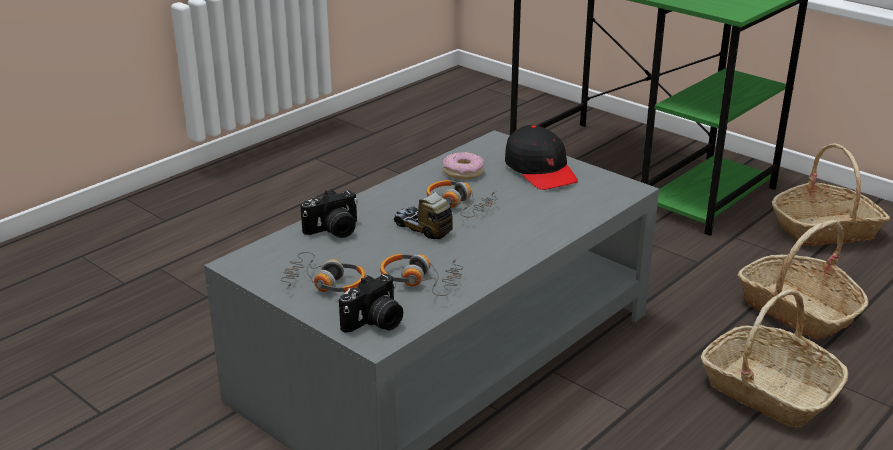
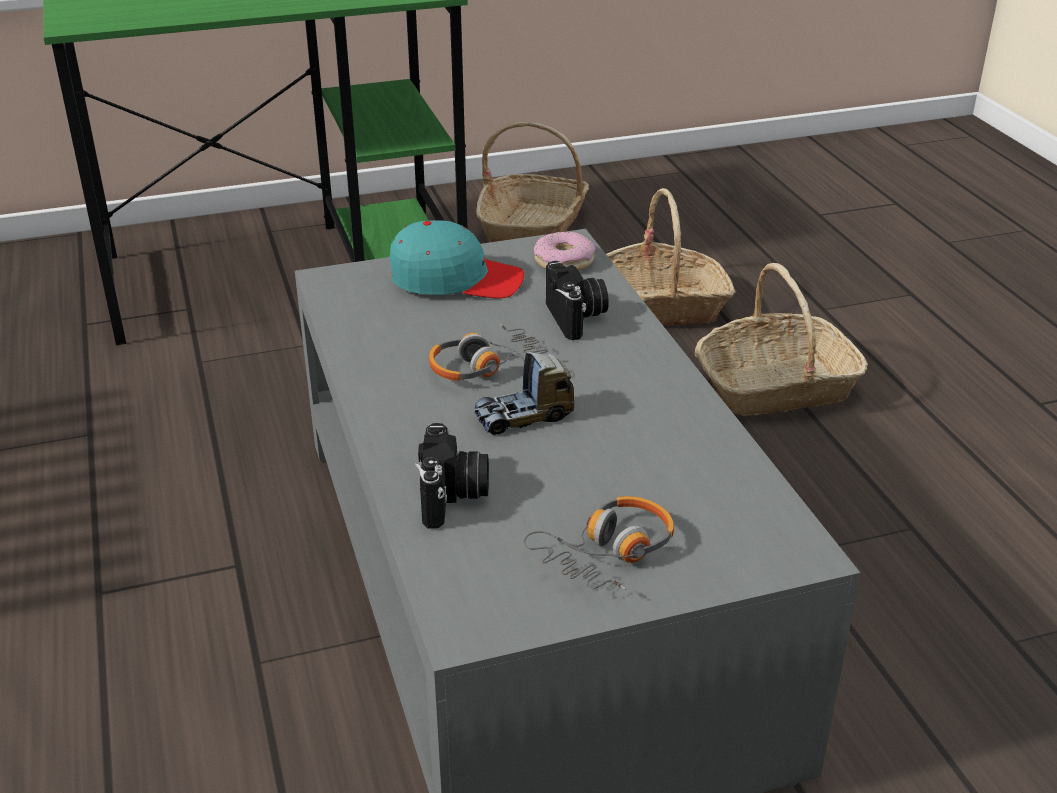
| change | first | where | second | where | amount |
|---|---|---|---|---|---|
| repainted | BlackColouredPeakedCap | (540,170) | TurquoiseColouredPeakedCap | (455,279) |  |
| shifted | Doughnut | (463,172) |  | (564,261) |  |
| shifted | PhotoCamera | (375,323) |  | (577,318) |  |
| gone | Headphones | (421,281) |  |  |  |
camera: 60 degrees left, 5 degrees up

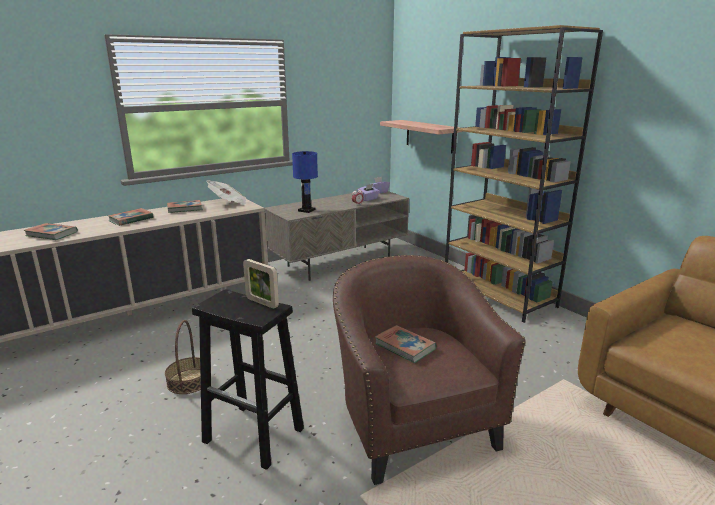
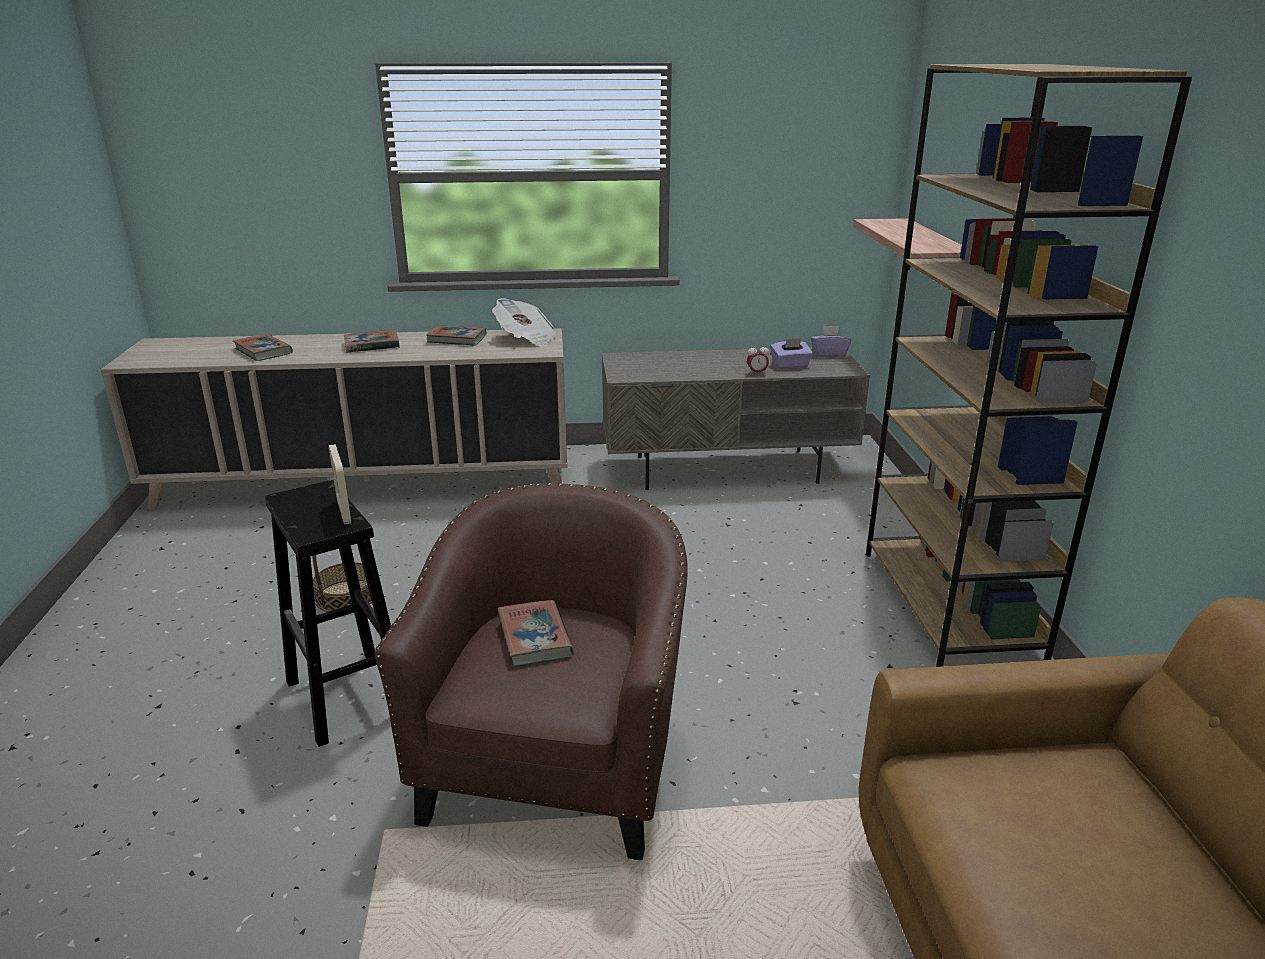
| change | first | where | second | where | amount |
|---|---|---|---|---|---|
| gone | BluishTableLamp | (306,210) |  |  |  |
camera: 30 degrees right, 5 degrees up

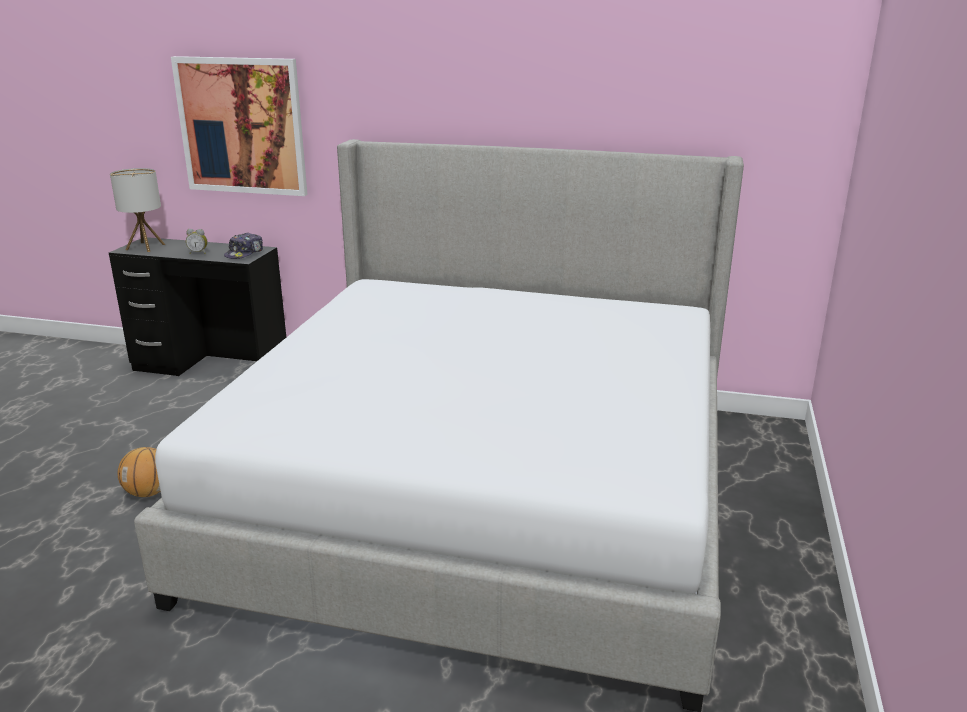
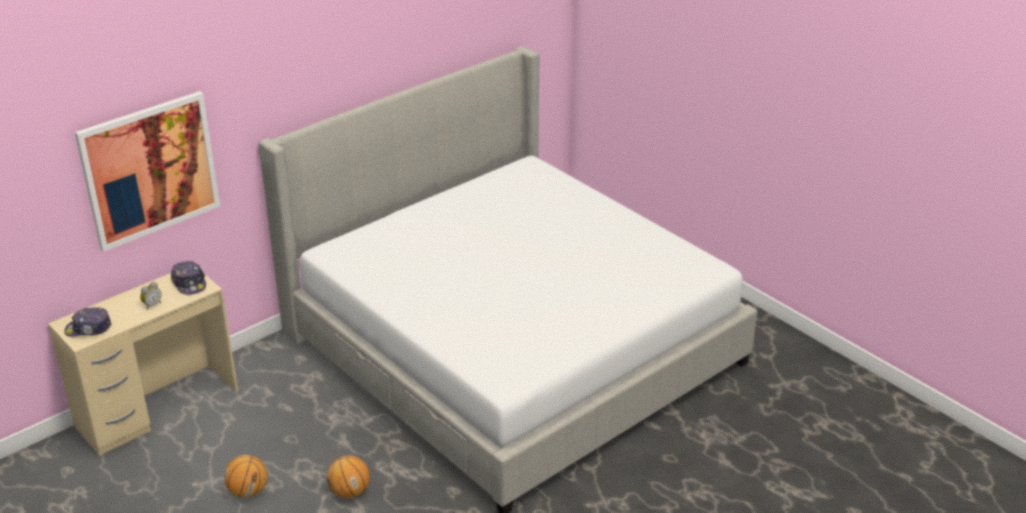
| change | first | where | second | where | amount |
|---|---|---|---|---|---|
| repainted | BlackColouredDeskTable | (211,367) | BeigeColouredDeskTable | (157,408) |  |
| swapped | TableLamp | (145,247) | PeakedCap | (88,329) |  |
| new |  |  | BasketballBall | (248,491) |  |
camera: 55 degrees left, 10 degrees up

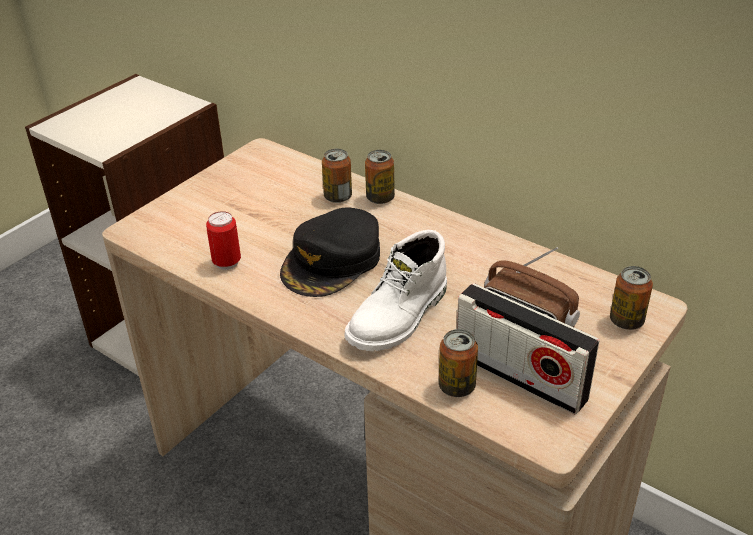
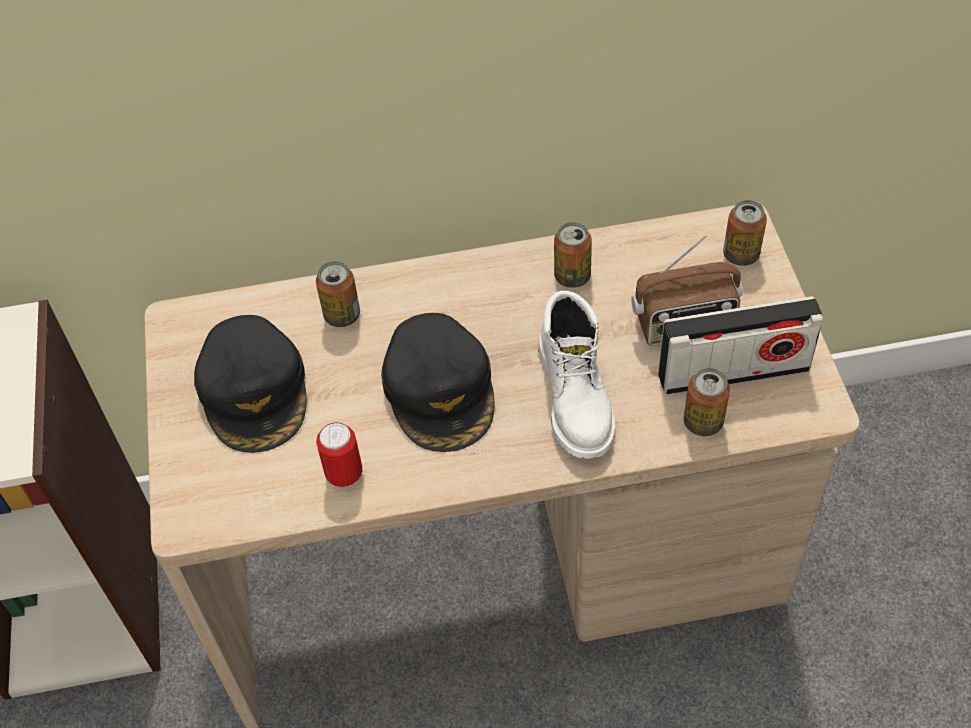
| change | first | where | second | where | amount |
|---|---|---|---|---|---|
| new |  |  | BlackColouredPeakedCap | (255,391) |  |
| shifted | SealedCan | (380,198) |  | (572,276) |  |
camera: 45 degrees left, 15 degrees up

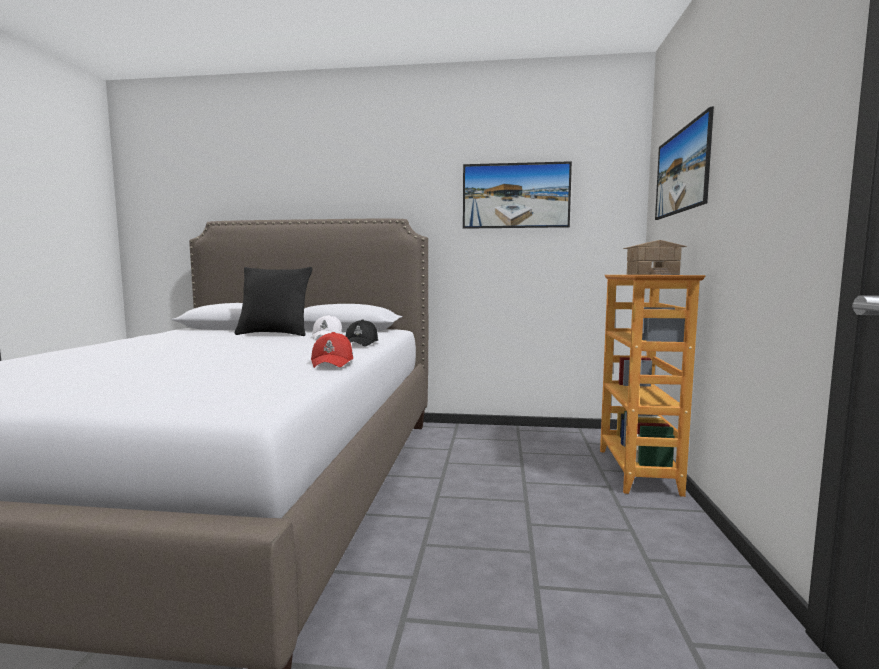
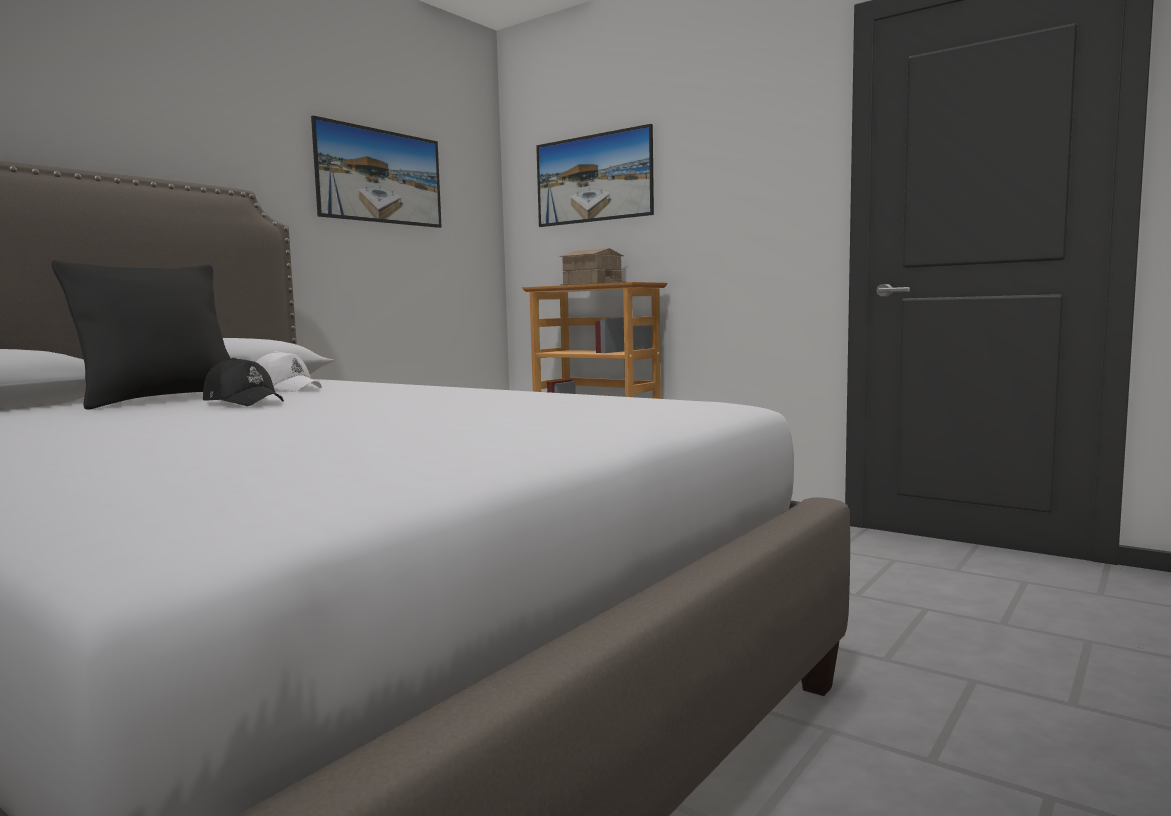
| change | first | where | second | where | amount |
|---|---|---|---|---|---|
| shifted | BlackColouredPeakedCap | (362,343) |  | (244,402) |  |
| gone | ReddishPeakedCap | (333,362) |  |  |  |
camera: 60 degrees left, 0 degrees up

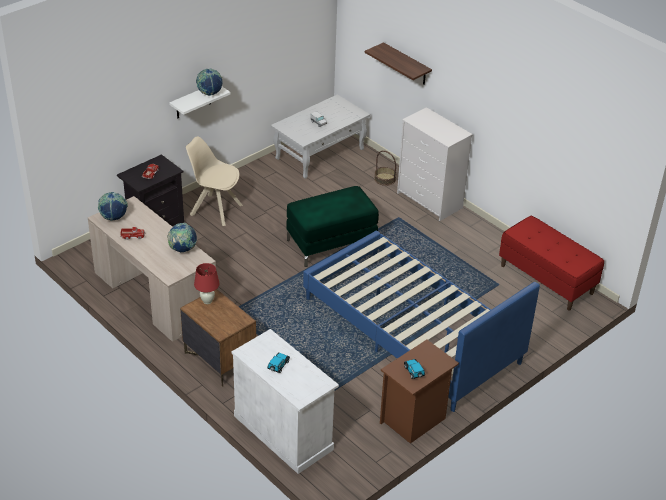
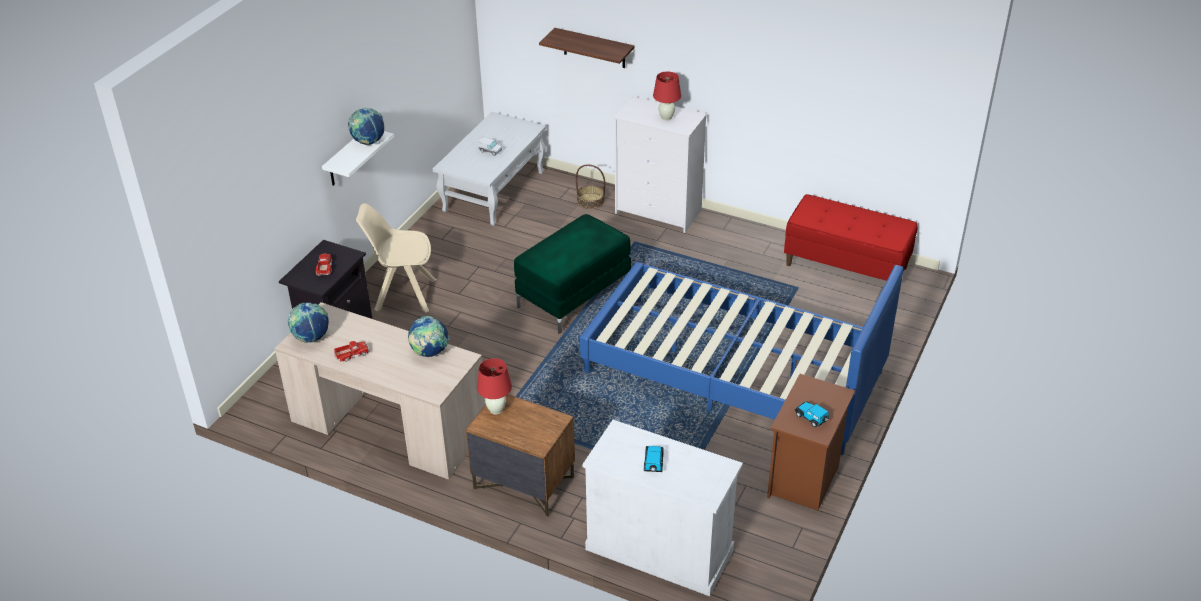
| change | first | where | second | where | amount |
|---|---|---|---|---|---|
| new |  |  | ReddishTableLamp | (666,118) |  |
camera: 20 degrees left, 0 degrees up

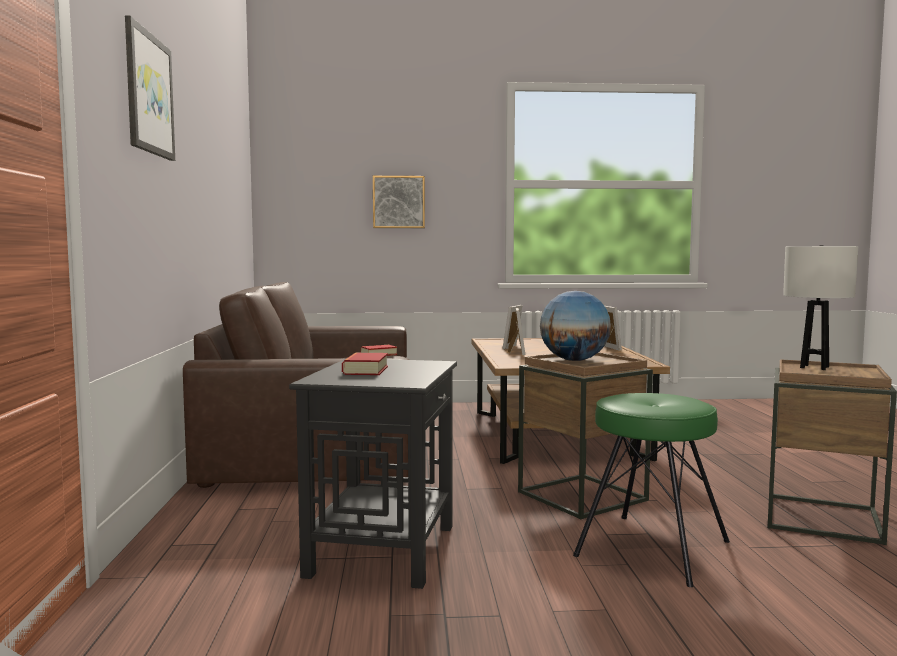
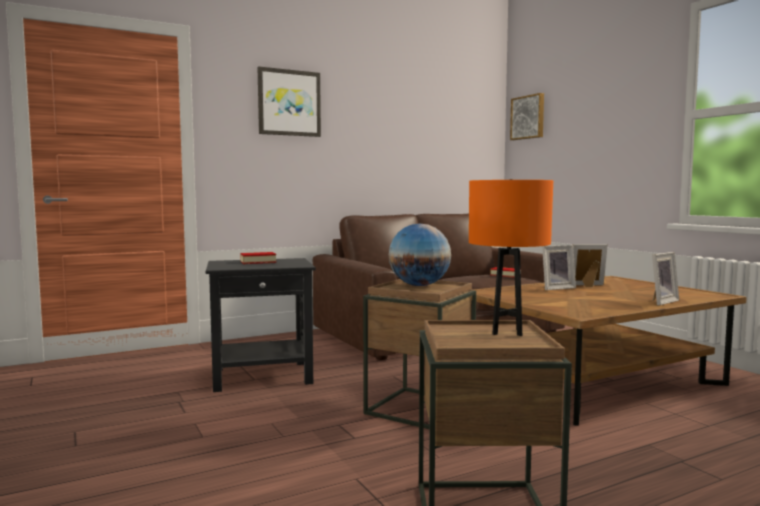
| change | first | where | second | where | amount |
|---|---|---|---|---|---|
| repainted | WhiteTableLamp | (815,367) | OrangeColouredTableLamp | (507,332) |  |
| shifted | Picture | (398,202) |  | (528,117) |  |
| gone | GreenStool | (651,548) |  |  |  |
camera: 65 degrees right, 0 degrees up

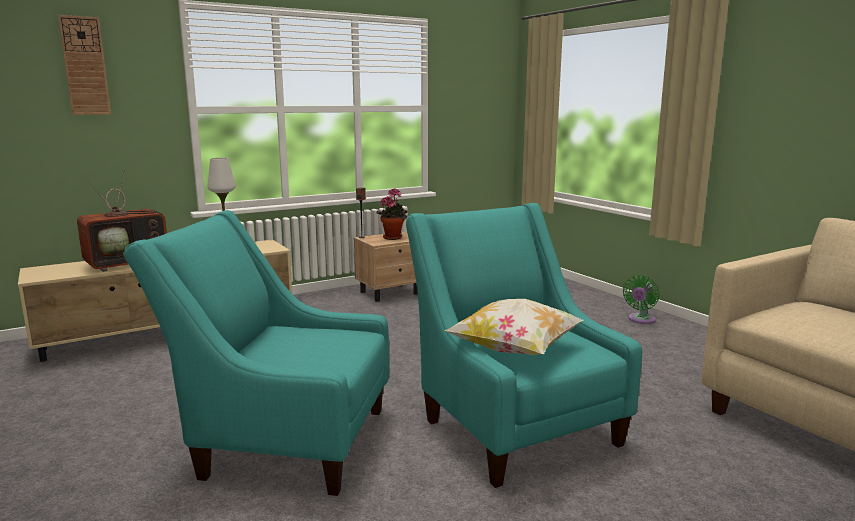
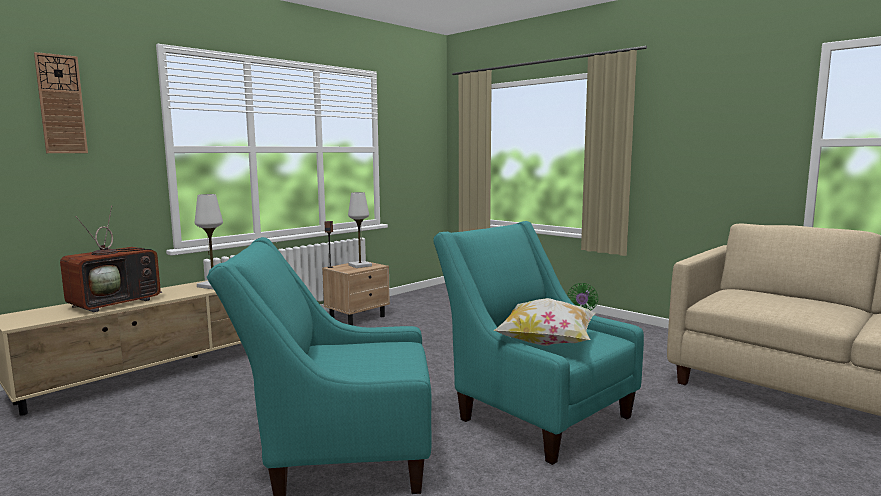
| change | first | where | second | where | amount |
|---|---|---|---|---|---|
| swapped | Houseplant | (393,237) | WhiteTableLamp | (360,265) |  |
camera: 15 degrees left, 5 degrees down

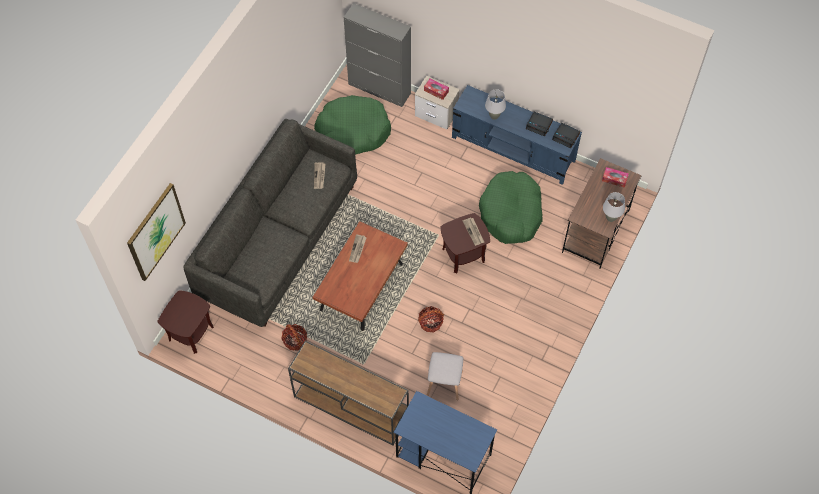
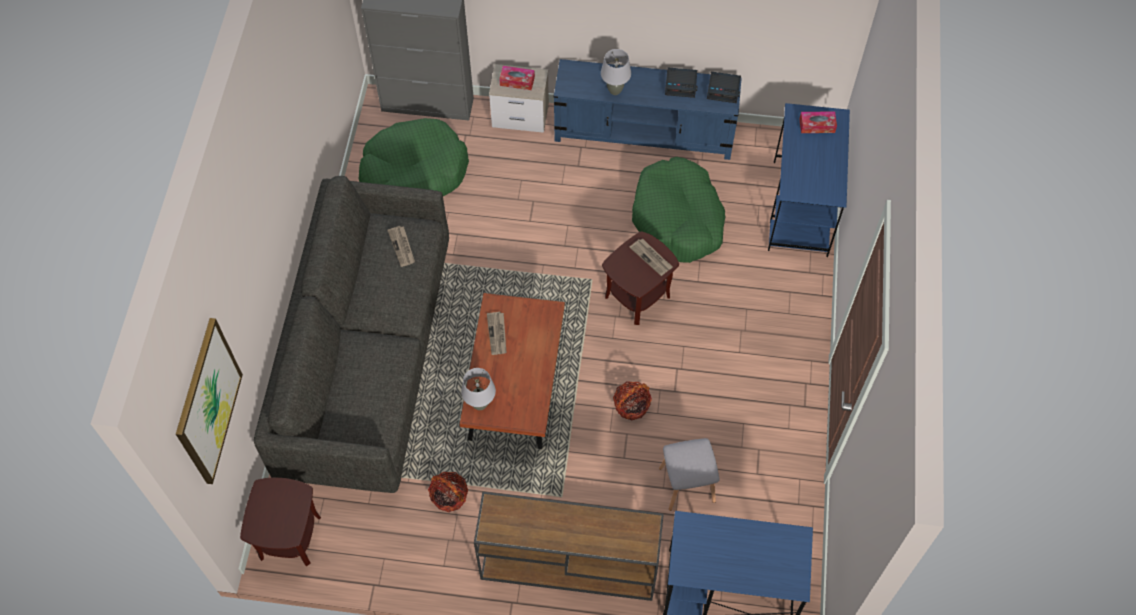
| change | first | where | second | where | amount |
|---|---|---|---|---|---|
| shifted | GrayTableLamp | (610,218) |  | (480,404) |  |
| repainted | BrownColouredDeskTable | (595,231) | BluishDeskTable | (800,208) |  |
camera: 20 degrees left, 0 degrees up

